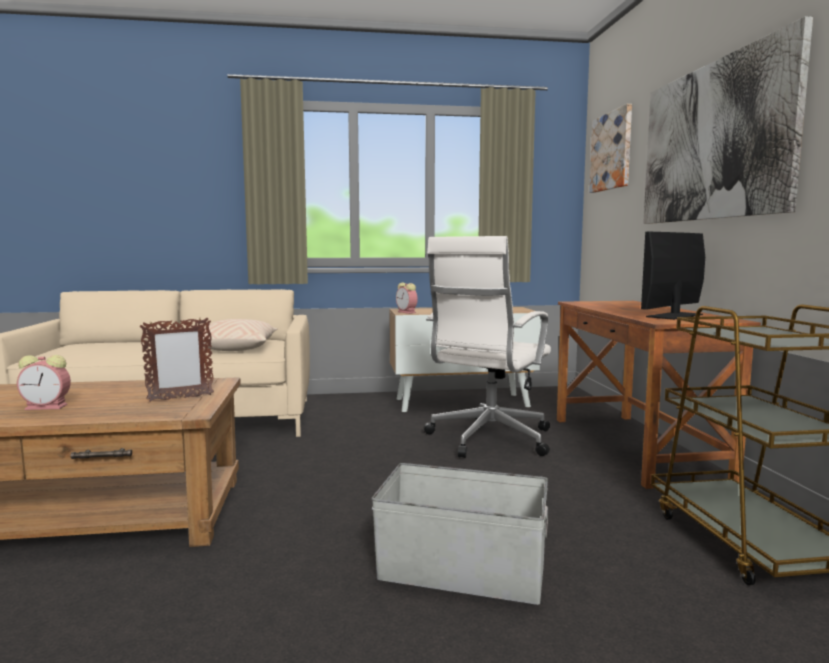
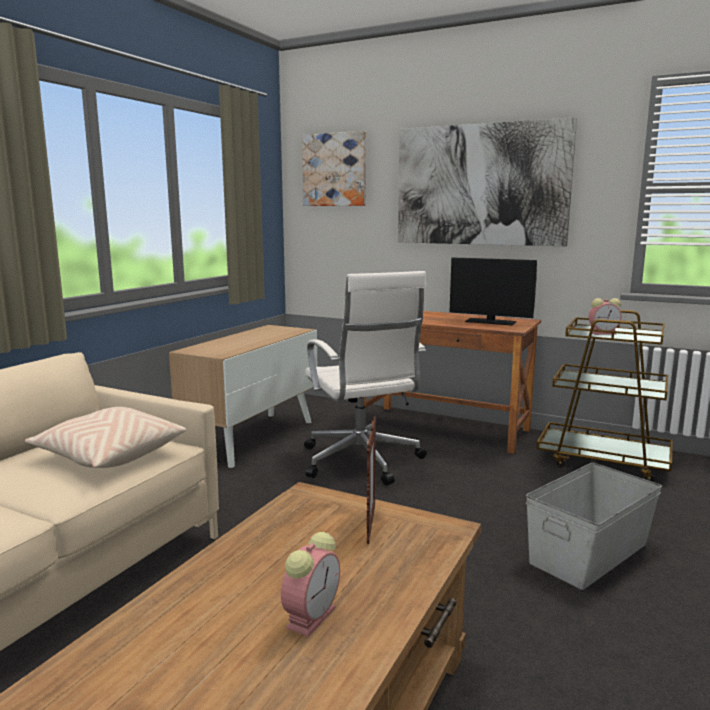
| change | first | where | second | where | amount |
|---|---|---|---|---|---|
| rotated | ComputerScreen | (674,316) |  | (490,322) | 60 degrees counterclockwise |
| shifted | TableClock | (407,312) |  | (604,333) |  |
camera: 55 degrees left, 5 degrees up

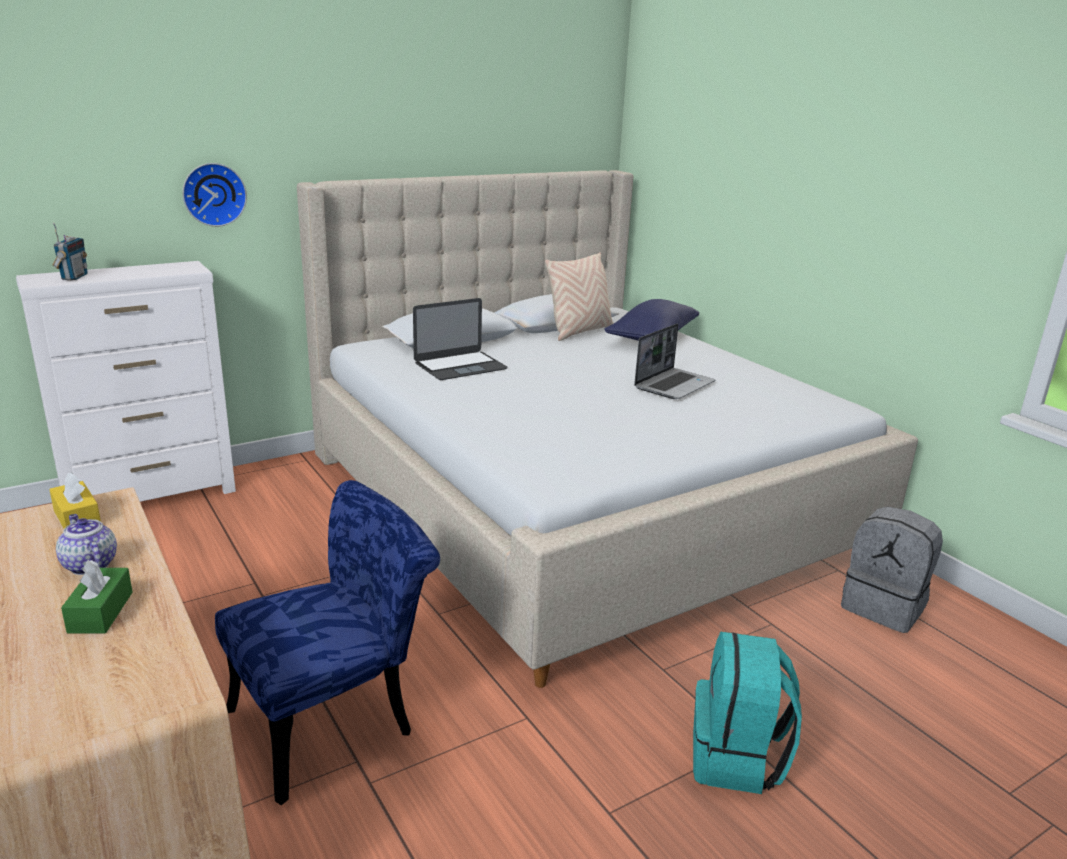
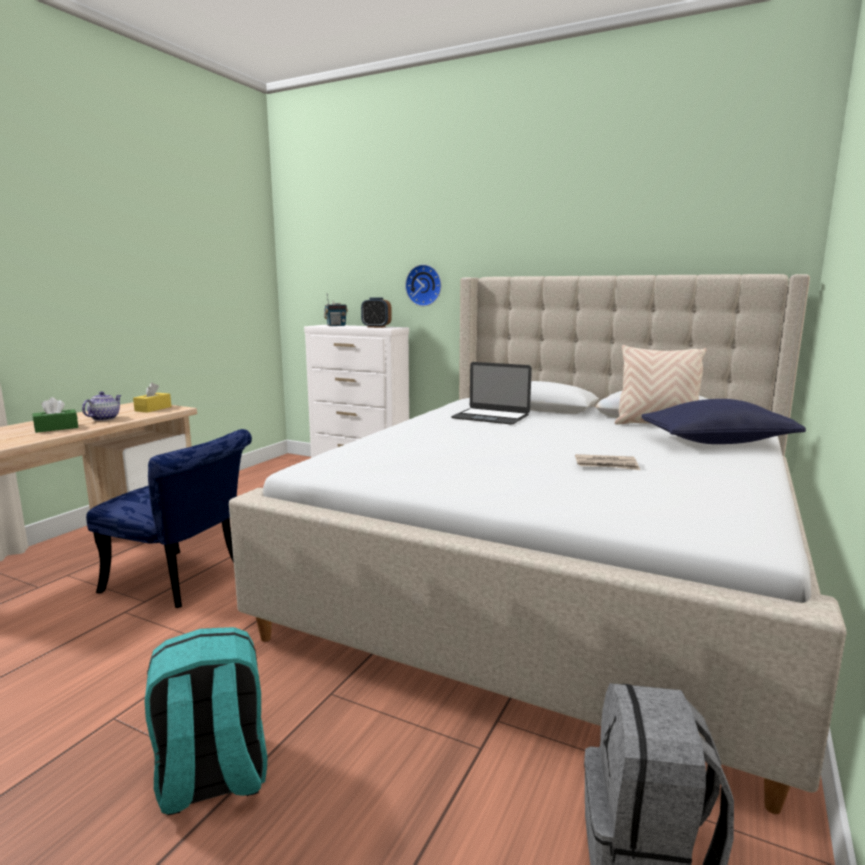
| change | first | where | second | where | amount |
|---|---|---|---|---|---|
| new |  |  | TableClock | (376,327) |  |
| swapped | Laptop | (674,385) | PrintedPaper | (606,465) |  |
camera: 60 degrees right, 10 degrees down

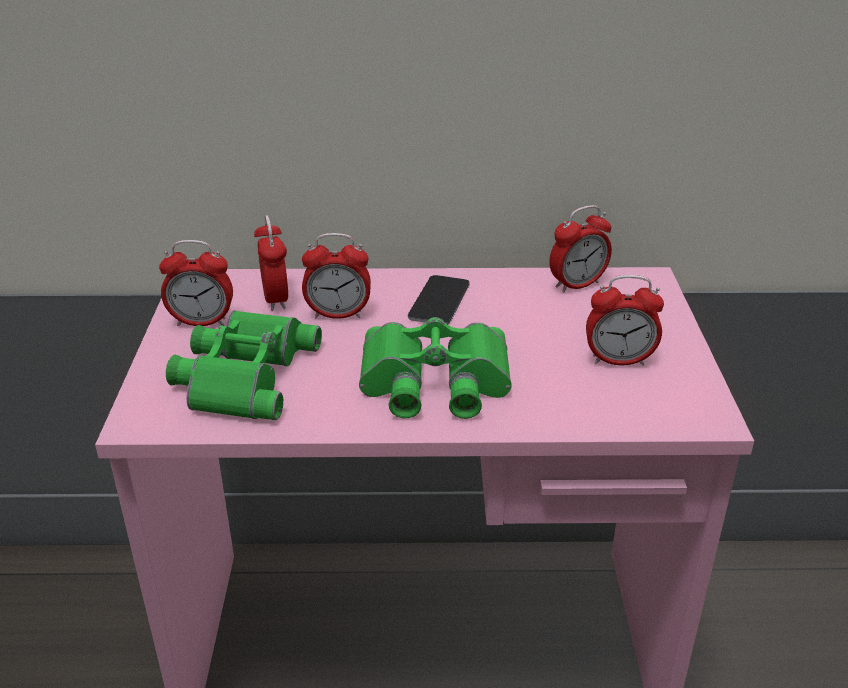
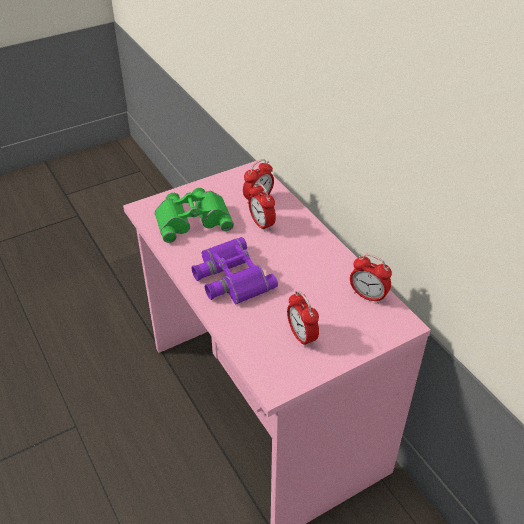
| change | first | where | second | where | amount |
|---|---|---|---|---|---|
| repainted | GreenBinoculars | (434,383) | PurplishBinoculars | (230,277) |  |
| gone | TableClock | (202,322) |  |  |  |
| gone | Phone | (439,301) |  |  |  |
camera: 60 degrees right, 10 degrees up

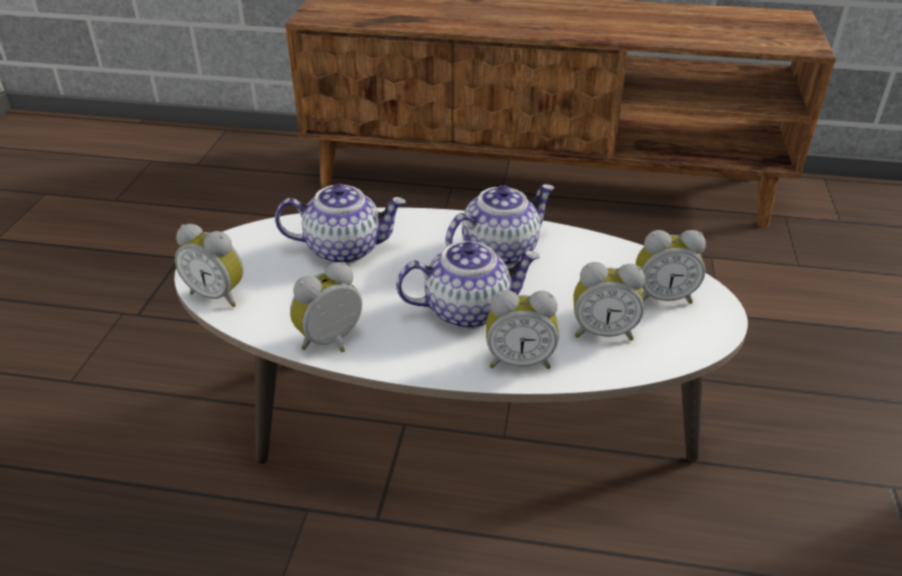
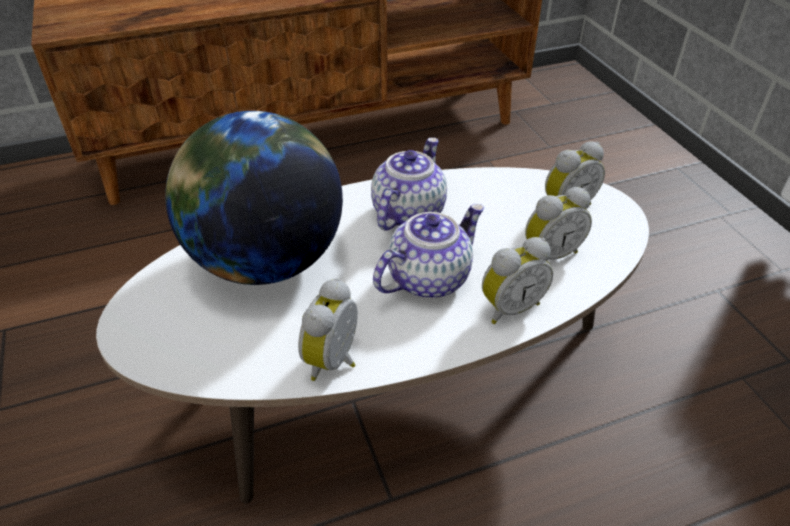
| change | first | where | second | where | amount |
|---|---|---|---|---|---|
| swapped | PotForTea | (344,249) | DeskGlobe | (266,261) |  |
| gone | TableClock | (218,294) |  |  |  |
camera: 30 degrees left, 5 degrees up

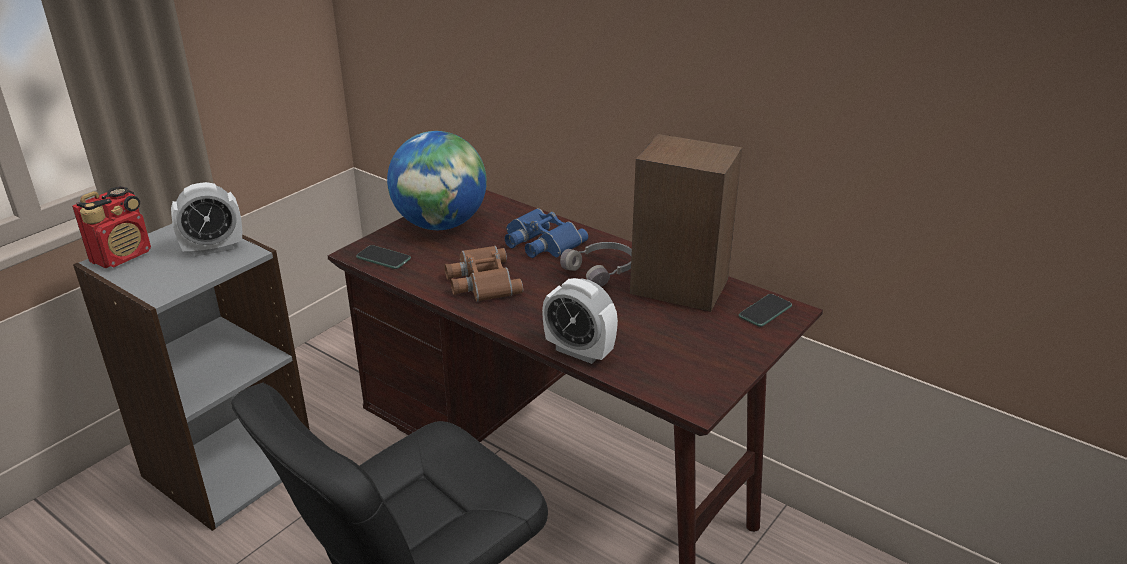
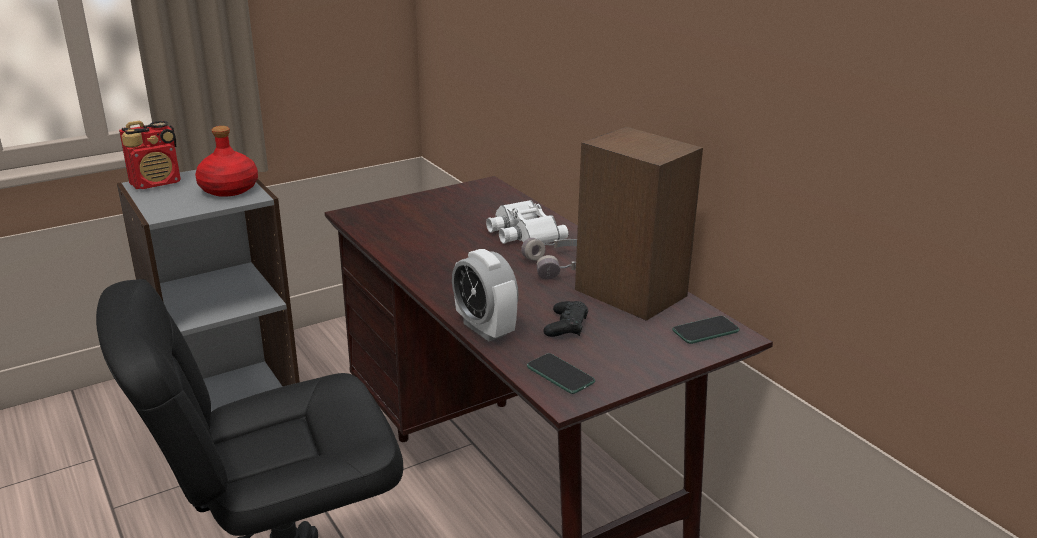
| change | first | where | second | where | amount |
|---|---|---|---|---|---|
| swapped | TableClock | (213,248) | ReddishBeverageBottle | (229,189) |  |
| repainted | BluishBinoculars | (540,242) | WhiteBinoculars | (522,232) |  |
| shifted | Phone | (383,258) |  | (560,375) |  |
| new |  |  | BlackColouredGameController | (566,326) |  |
| gone | DeskGlobe | (441,224) |  |  |  |
| gone | BrownColouredBinoculars | (481,281) |  |  |  |
camera: 20 degrees right, 5 degrees down

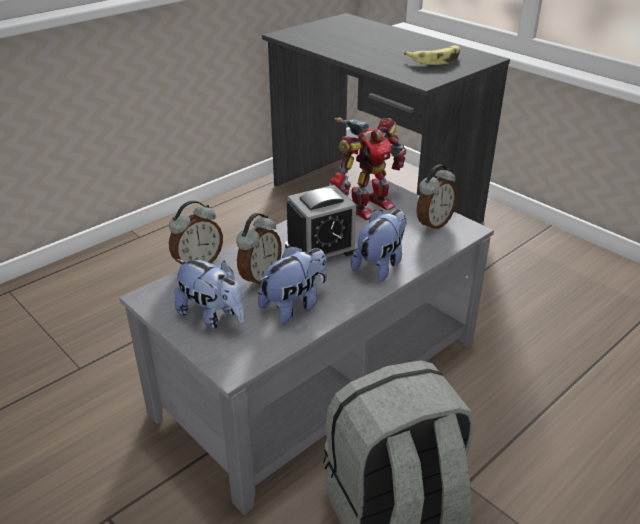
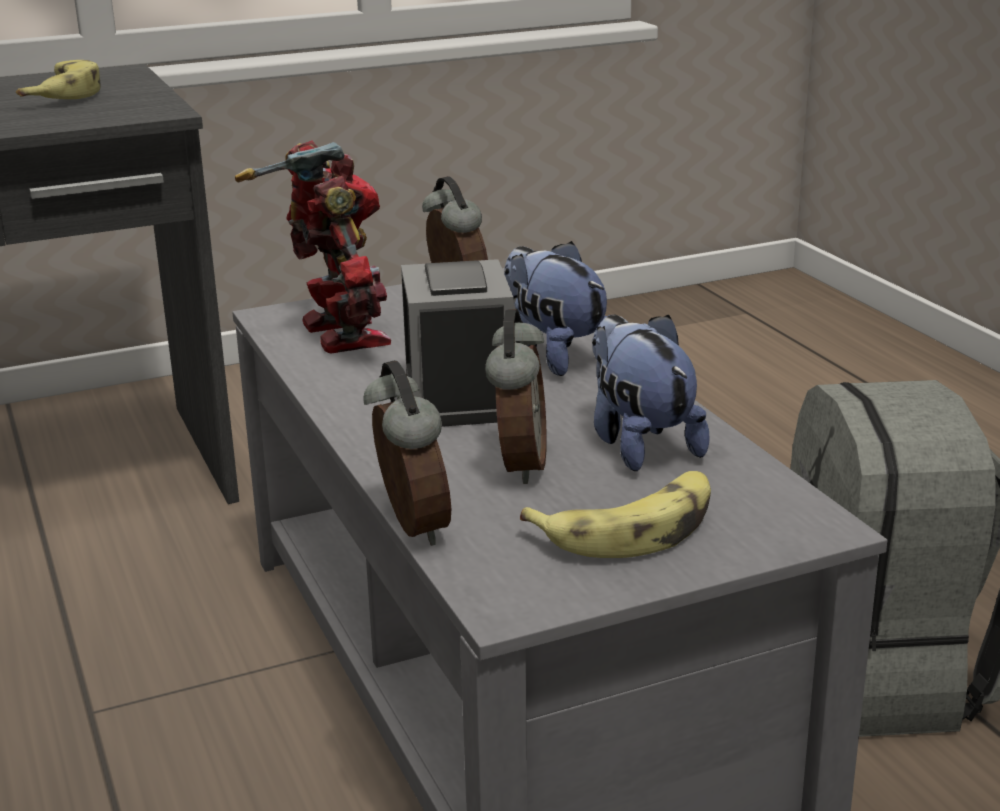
| change | first | where | second | where | amount |
|---|---|---|---|---|---|
| rotated | TableClock | (259,277) |  | (518,465) | 45 degrees clockwise |
| swapped | SoftToy | (212,316) | Banana | (630,529) |  |
camera: 70 degrees left, 10 degrees down

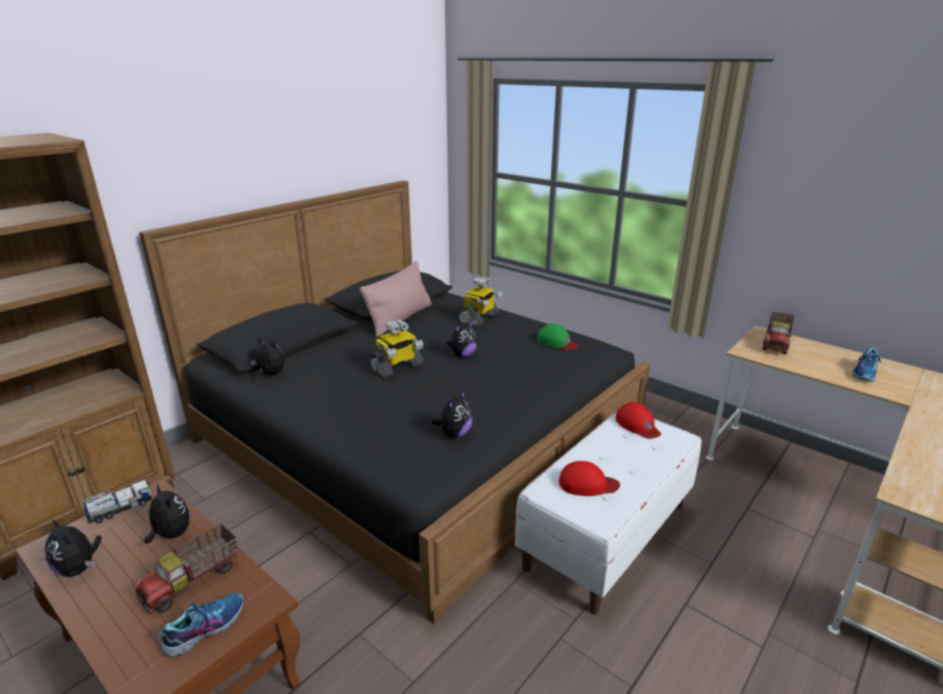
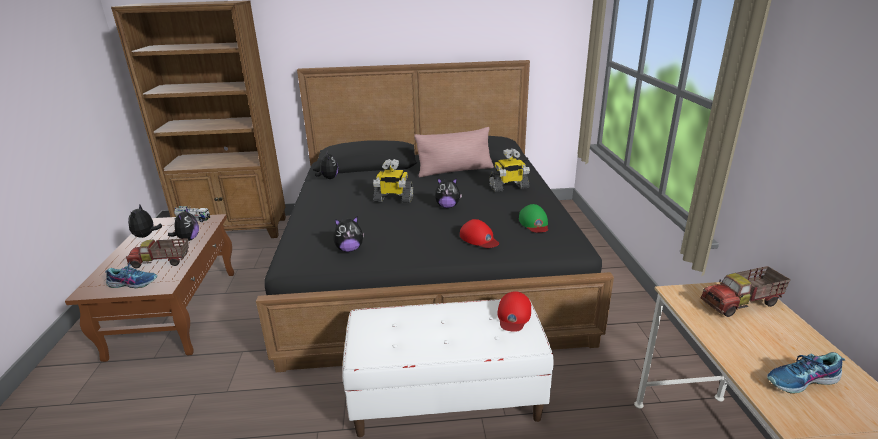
| change | first | where | second | where | amount |
|---|---|---|---|---|---|
| shifted | ReddishPeakedCap | (587,484) |  | (479,239) |  |
camera: 45 degrees right, 0 degrees up

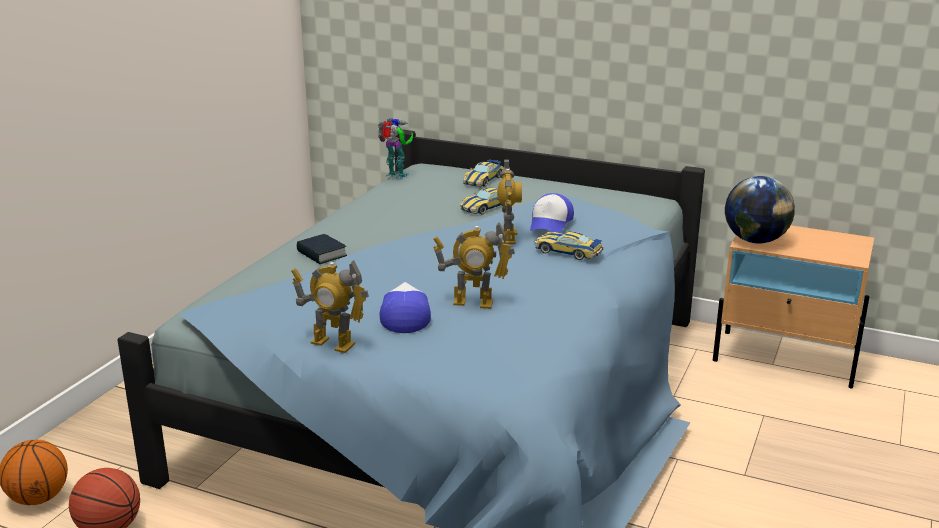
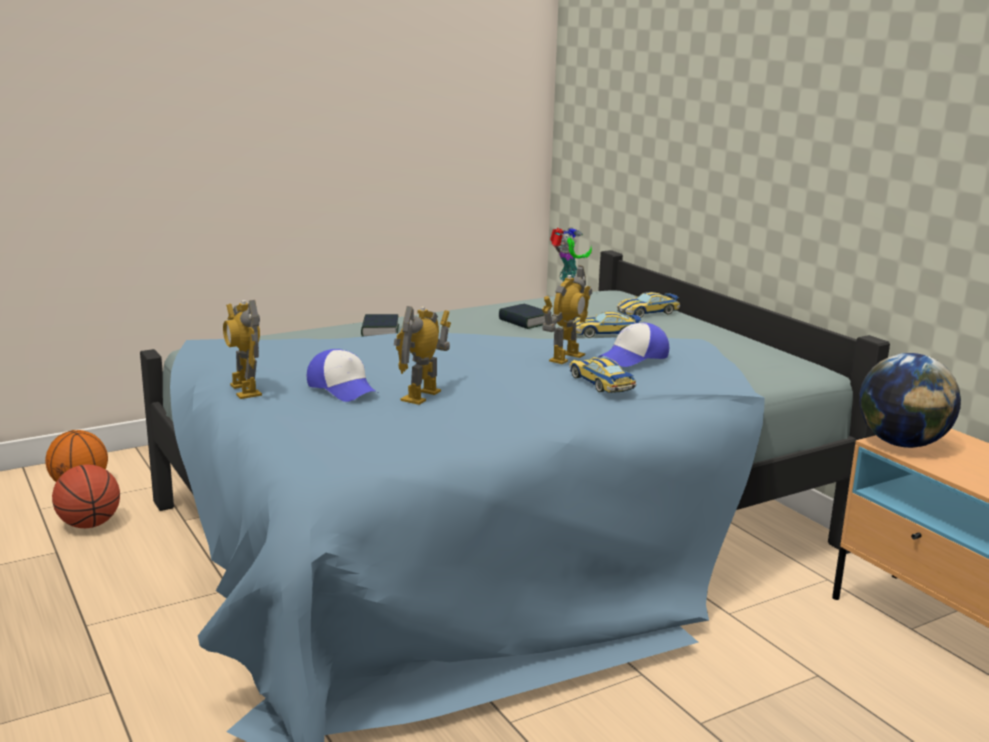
| change | first | where | second | where | amount |
|---|---|---|---|---|---|
| rotated | PeakedCap | (405,316) |  | (343,388) | 105 degrees clockwise |
| rotated | ToyRobot | (473,303) |  | (422,396) | 75 degrees clockwise |
| new |  |  | BoundBook | (525,321) |  |
camera: 35 degrees right, 5 degrees down

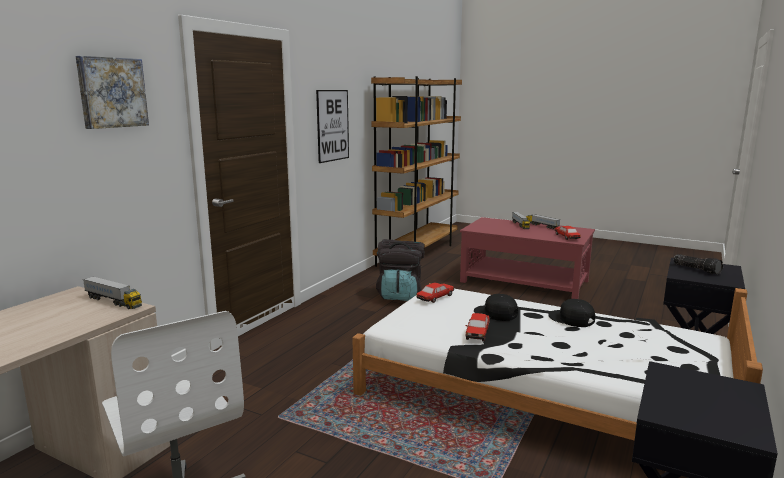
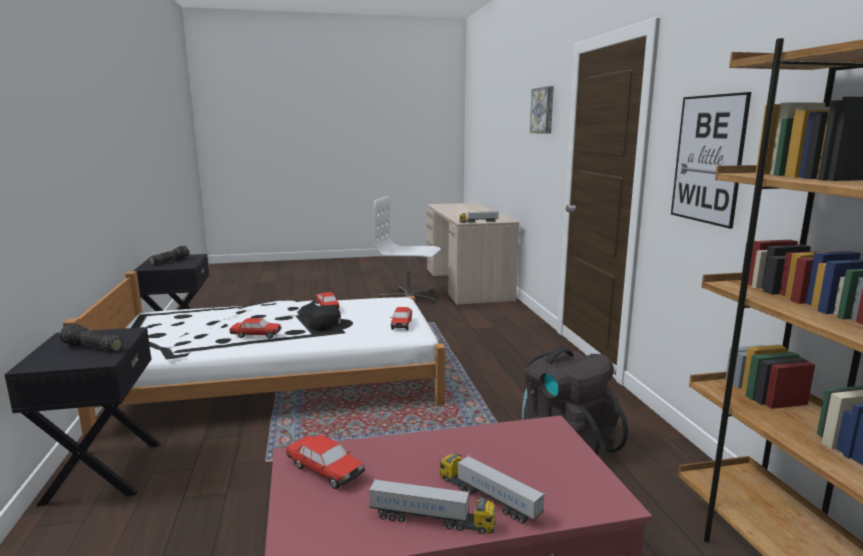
| change | first | where | second | where | amount |
|---|---|---|---|---|---|
| new |  |  | Torch | (170,261) |  |
| swapped | BlackColouredPeakedCap | (571,319) | ToyCar | (256,335) |  |
camera: 140 degrees right, 0 degrees up

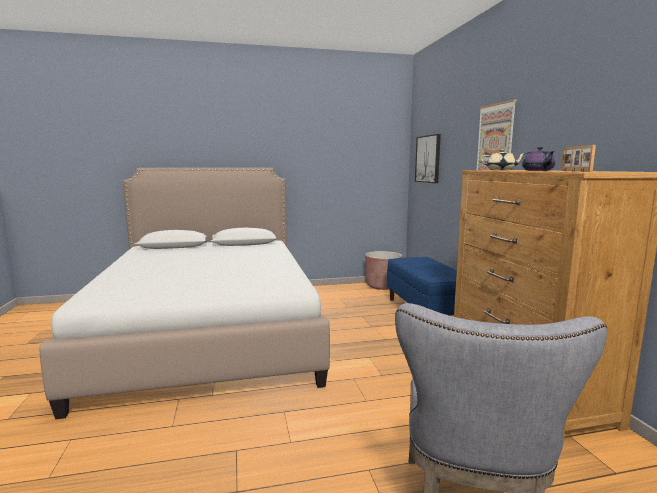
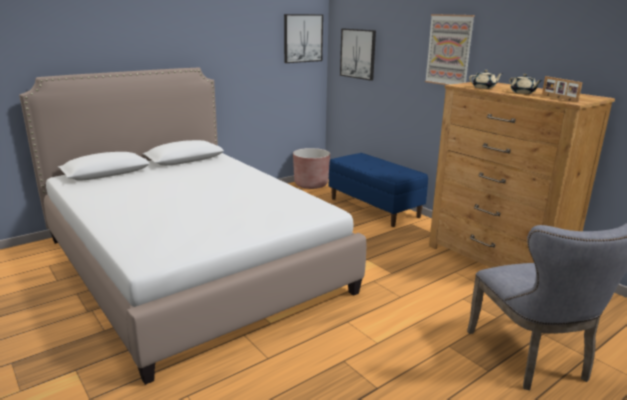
| change | first | where | second | where | amount |
|---|---|---|---|---|---|
| new |  |  | Picture | (302,38) |  |
| repainted | PurplishPotForTea | (538,170) | BeigeColouredPotForTea | (522,93) |  |
camera: 25 degrees left, 10 degrees up

